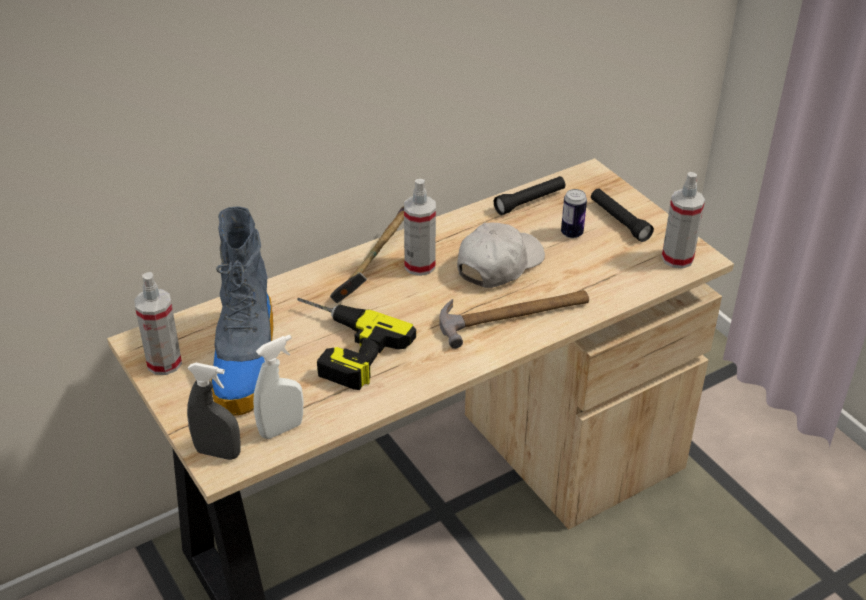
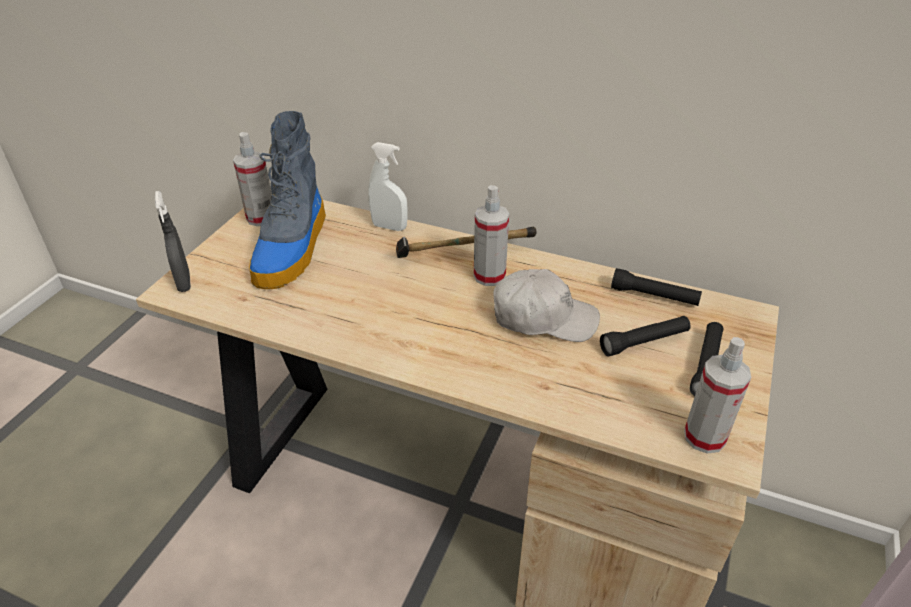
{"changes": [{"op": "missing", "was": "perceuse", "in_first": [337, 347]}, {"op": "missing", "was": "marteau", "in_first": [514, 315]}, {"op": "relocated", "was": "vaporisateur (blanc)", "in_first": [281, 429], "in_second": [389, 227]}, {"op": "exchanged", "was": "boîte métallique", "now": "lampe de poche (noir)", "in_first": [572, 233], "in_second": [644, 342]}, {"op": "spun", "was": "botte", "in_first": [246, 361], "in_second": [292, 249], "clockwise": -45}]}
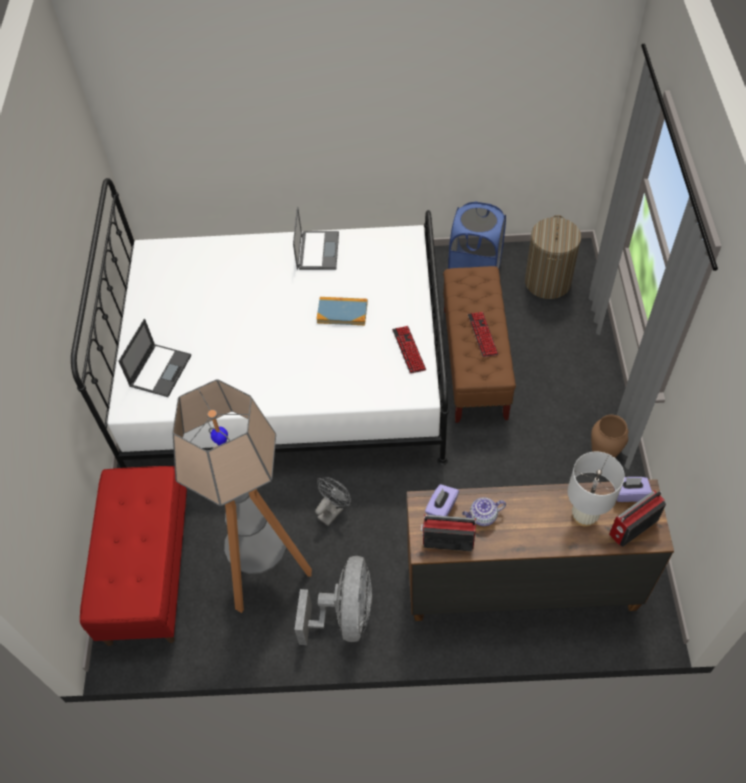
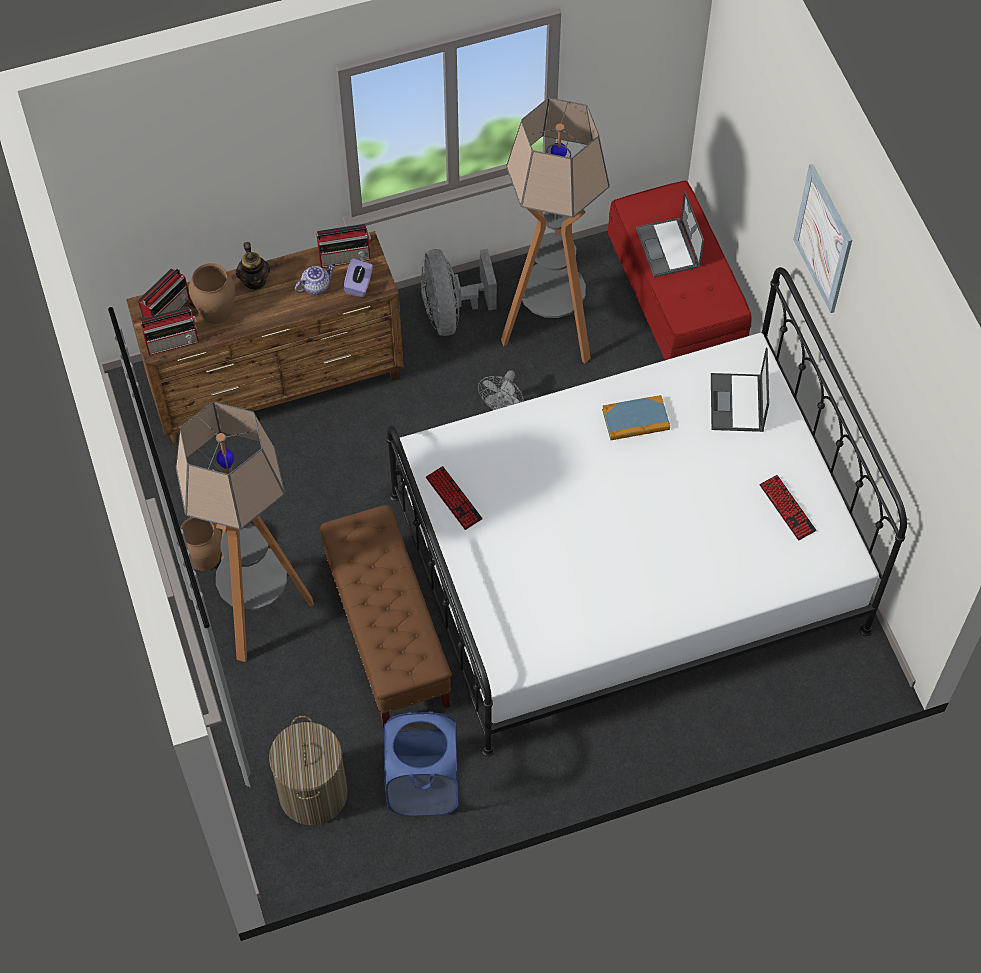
{"changes": [{"op": "appeared", "now": "lampadaire", "in_second": [259, 613]}, {"op": "appeared", "now": "théière", "in_second": [255, 280]}, {"op": "appeared", "now": "tableau", "in_second": [823, 239]}, {"op": "relocated", "was": "ordinateur portable", "in_first": [317, 250], "in_second": [668, 248]}, {"op": "relocated", "was": "livre", "in_first": [342, 312], "in_second": [635, 420]}, {"op": "relocated", "was": "clavier", "in_first": [482, 335], "in_second": [787, 508]}, {"op": "exchanged", "was": "lampe de table (blanc)", "now": "vase (marron)", "in_first": [584, 516], "in_second": [216, 310]}, {"op": "exchanged", "was": "boîte à mouchoirs (violet)", "now": "radio", "in_first": [629, 494], "in_second": [173, 342]}]}
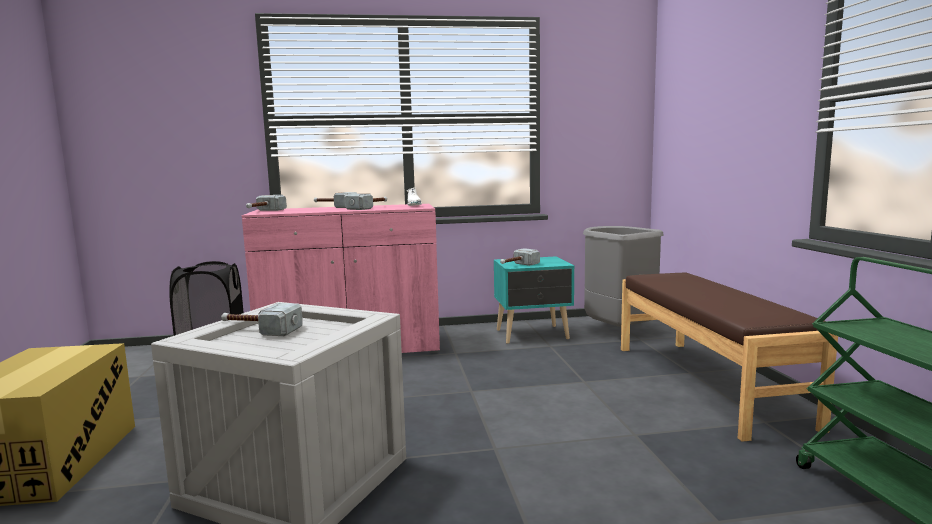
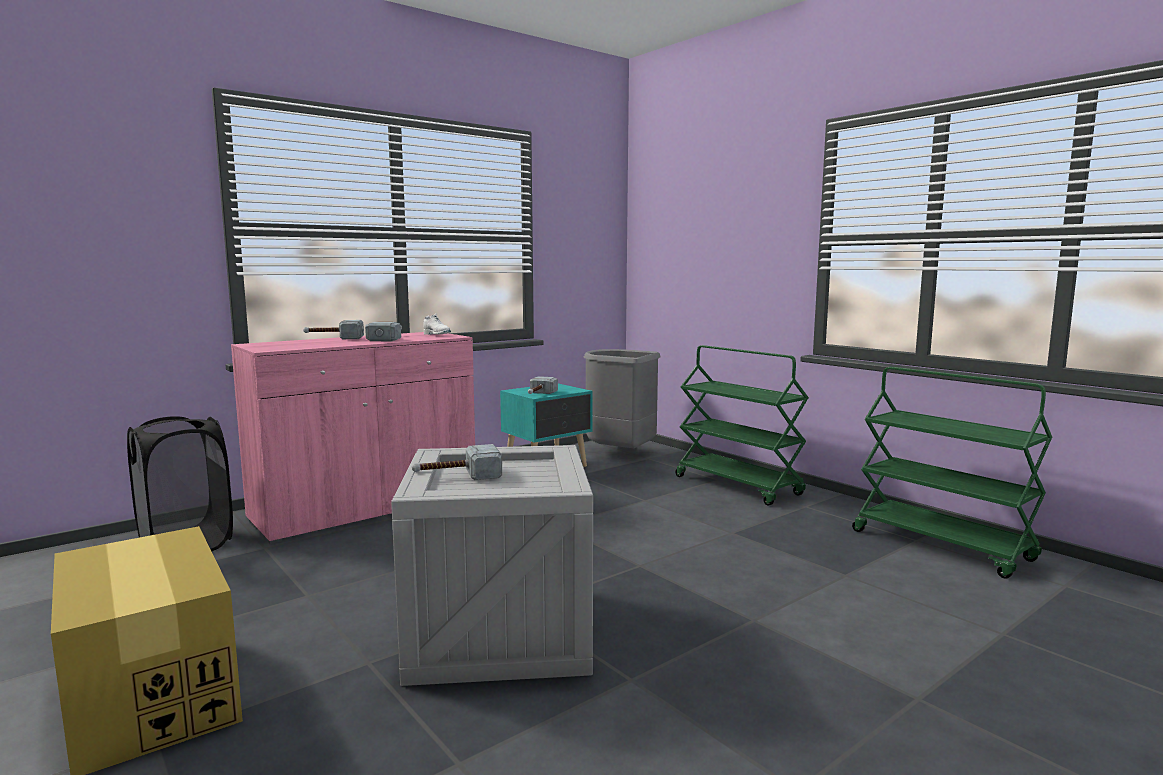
{"changes": [{"op": "missing", "was": "marteau", "in_first": [263, 211]}, {"op": "exchanged", "was": "banc (marron)", "now": "chariot (vert)", "in_first": [706, 383], "in_second": [738, 486]}]}
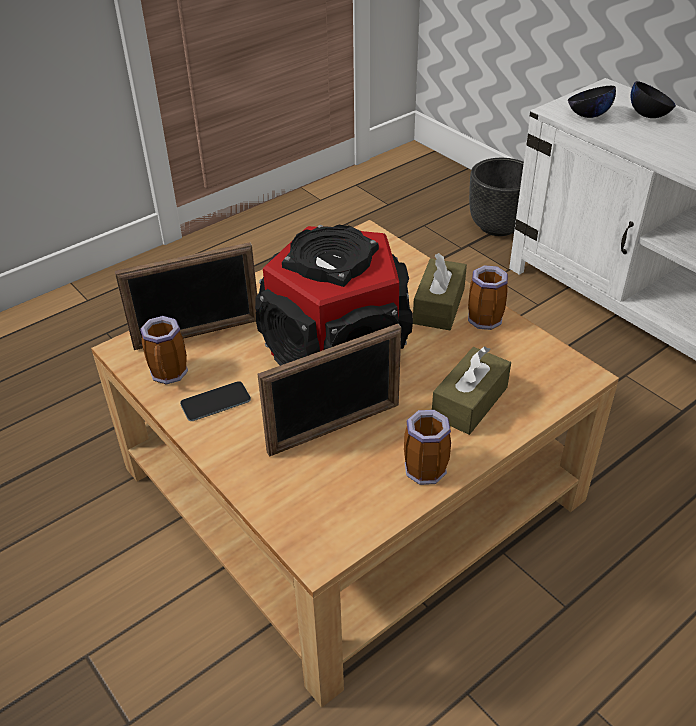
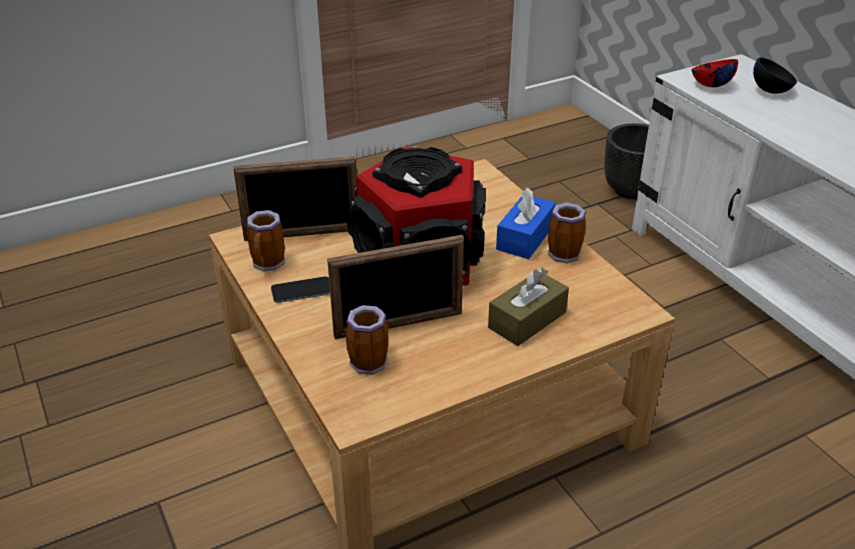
{"changes": [{"op": "relocated", "was": "mug", "in_first": [424, 466], "in_second": [369, 360]}, {"op": "colour", "was": "boîte à mouchoirs (marron)", "now": "boîte à mouchoirs (bleu)", "in_first": [439, 306], "in_second": [525, 237]}, {"op": "colour", "was": "bol (noir)", "now": "bol (rouge)", "in_first": [588, 115], "in_second": [711, 85]}]}
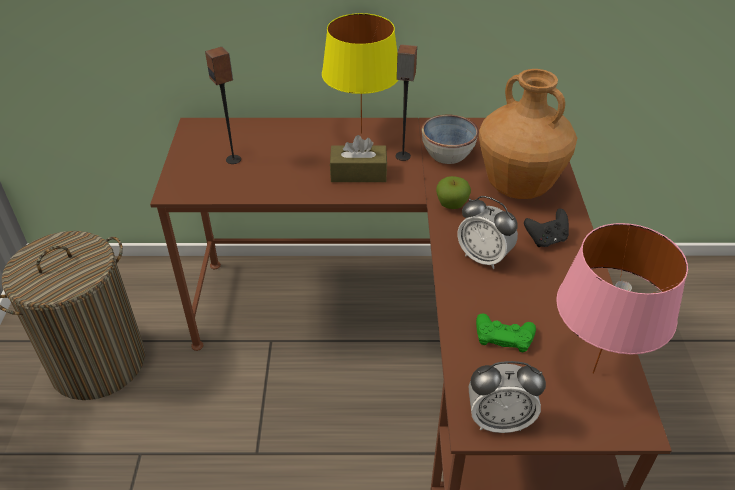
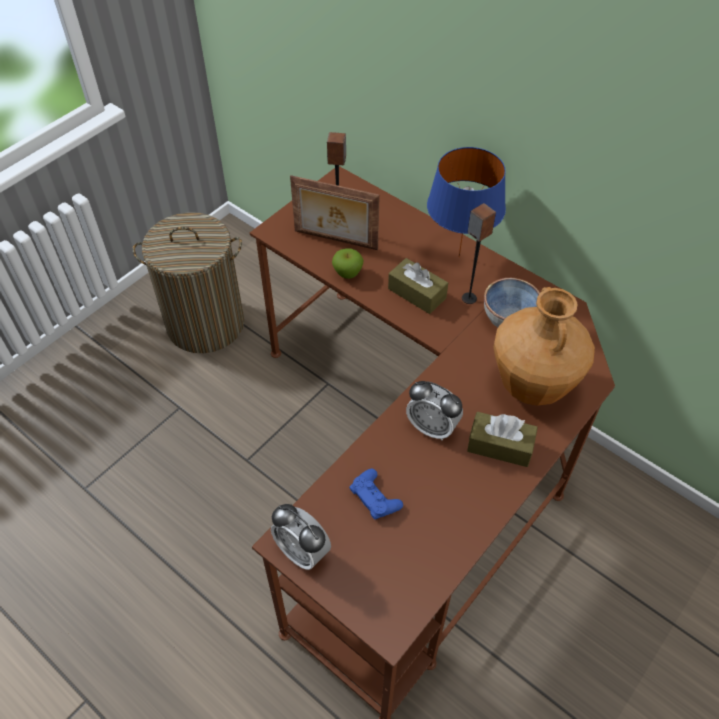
{"changes": [{"op": "missing", "was": "lampe de table (rose)", "in_first": [594, 372]}, {"op": "appeared", "now": "cadre photo", "in_second": [335, 241]}, {"op": "relocated", "was": "pomme", "in_first": [451, 205], "in_second": [348, 273]}, {"op": "exchanged", "was": "manette (noir)", "now": "boîte à mouchoirs (marron)", "in_first": [546, 239], "in_second": [500, 446]}, {"op": "colour", "was": "lampe de table (jaune)", "now": "lampe de table (bleu)", "in_first": [360, 133], "in_second": [458, 257]}, {"op": "colour", "was": "manette (vert)", "now": "manette (bleu)", "in_first": [504, 336], "in_second": [375, 497]}, {"op": "spun", "was": "réveil", "in_first": [483, 257], "in_second": [432, 427], "clockwise": -45}]}
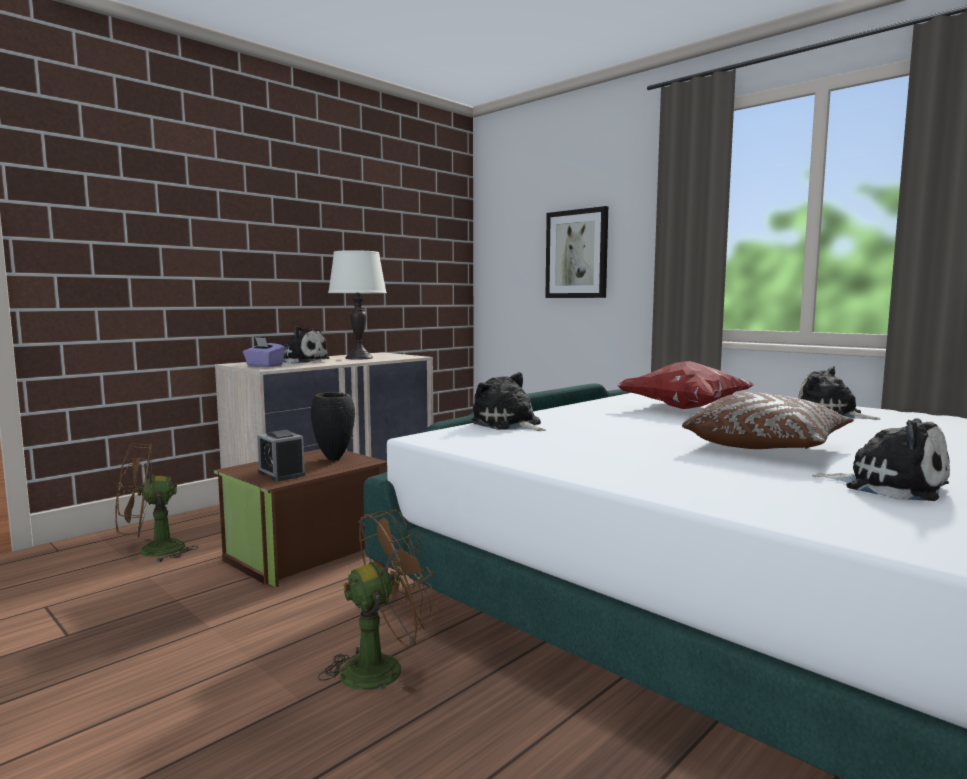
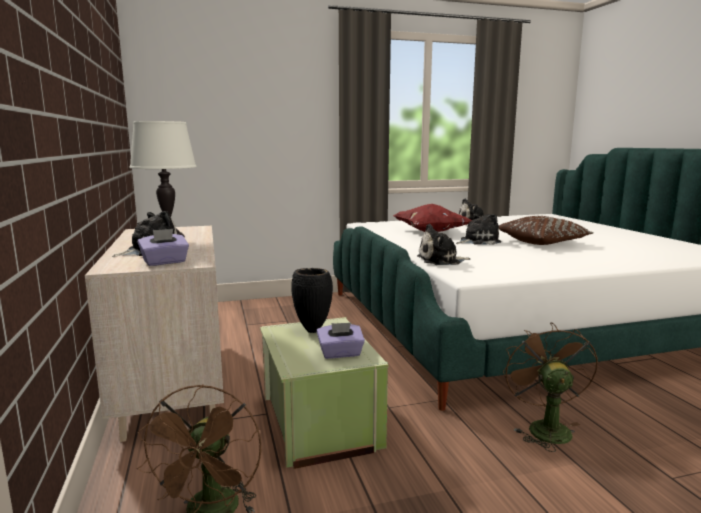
{"changes": [{"op": "missing", "was": "tableau", "in_first": [577, 254]}, {"op": "relocated", "was": "peluche", "in_first": [888, 486], "in_second": [477, 241]}, {"op": "exchanged", "was": "réveil", "now": "boîte à mouchoirs (violet)", "in_first": [281, 474], "in_second": [340, 354]}, {"op": "colour", "was": "boîte de rangement (marron)", "now": "boîte de rangement (vert)", "in_first": [306, 551], "in_second": [318, 422]}]}
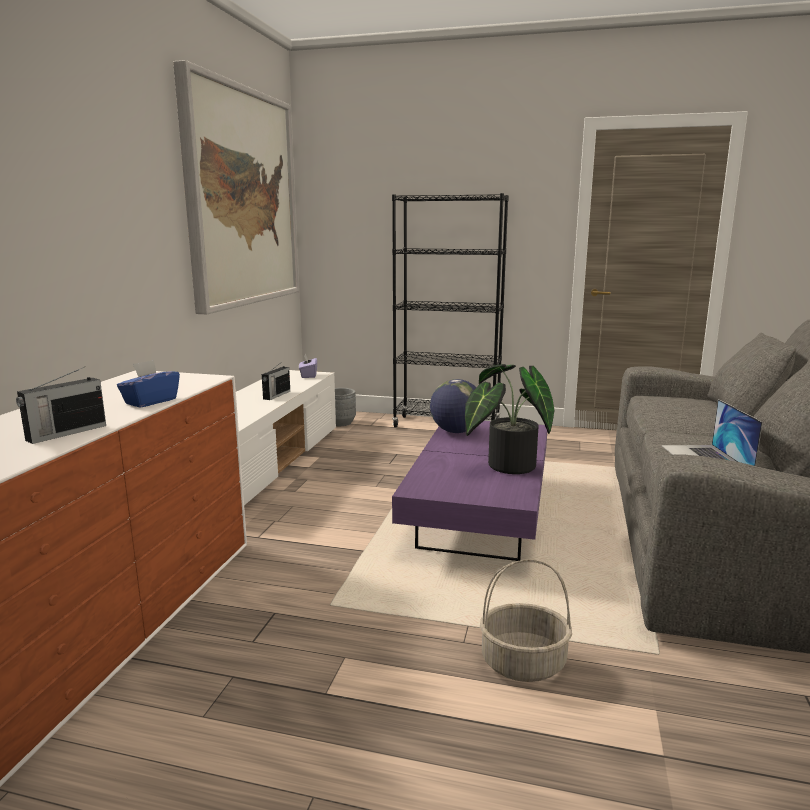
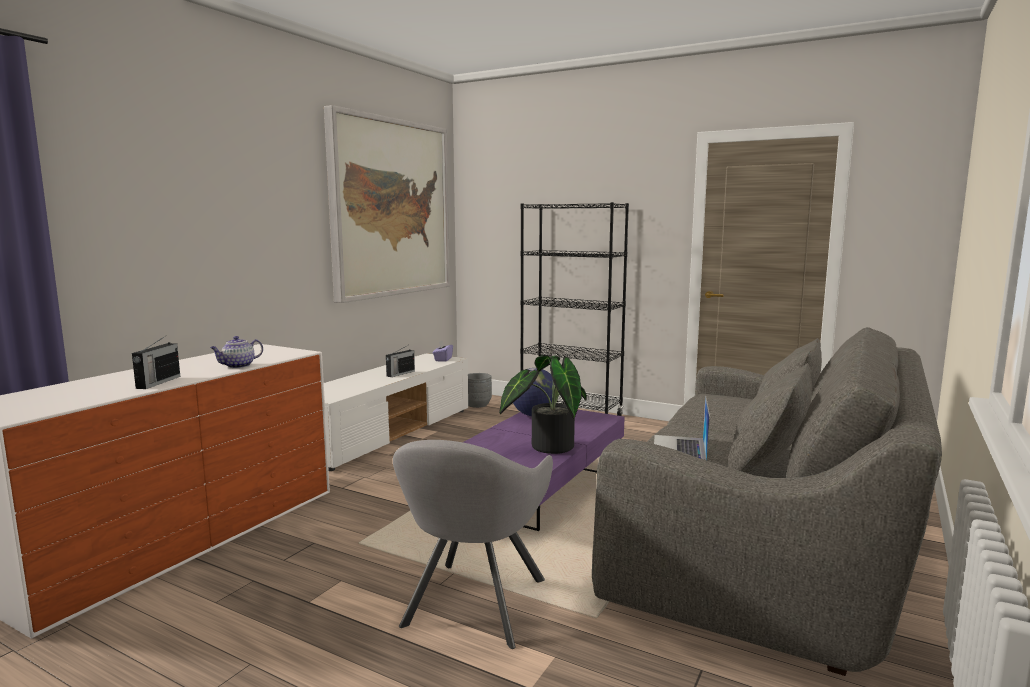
{"changes": [{"op": "exchanged", "was": "boîte à mouchoirs (bleu)", "now": "théière", "in_first": [150, 401], "in_second": [238, 366]}, {"op": "exchanged", "was": "panier", "now": "fauteuil (gris)", "in_first": [522, 664], "in_second": [473, 606]}, {"op": "spun", "was": "radio", "in_first": [65, 433], "in_second": [157, 382], "clockwise": -45}]}
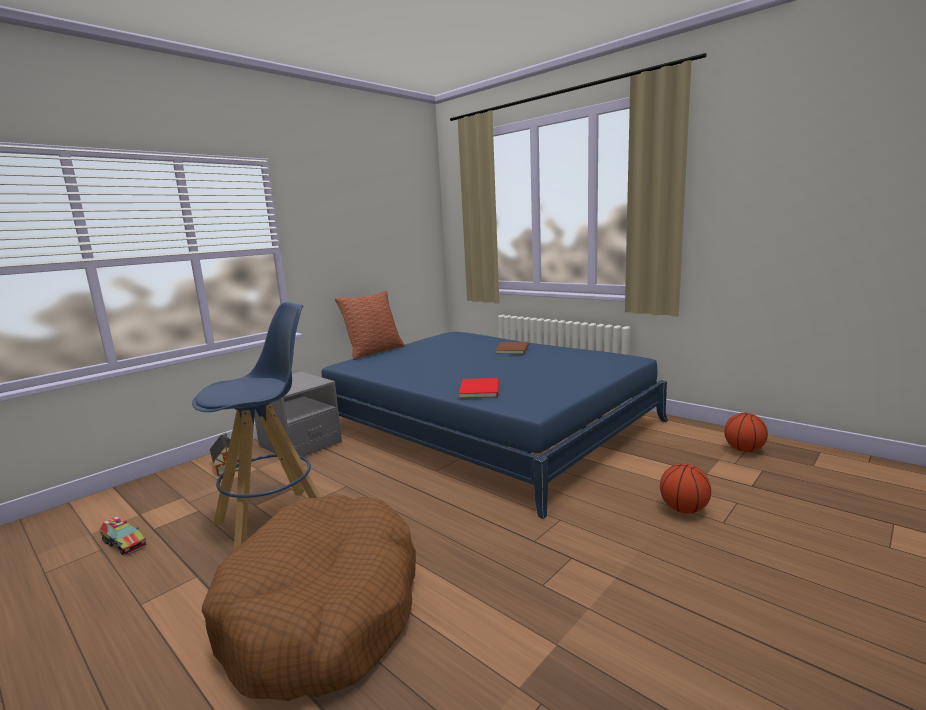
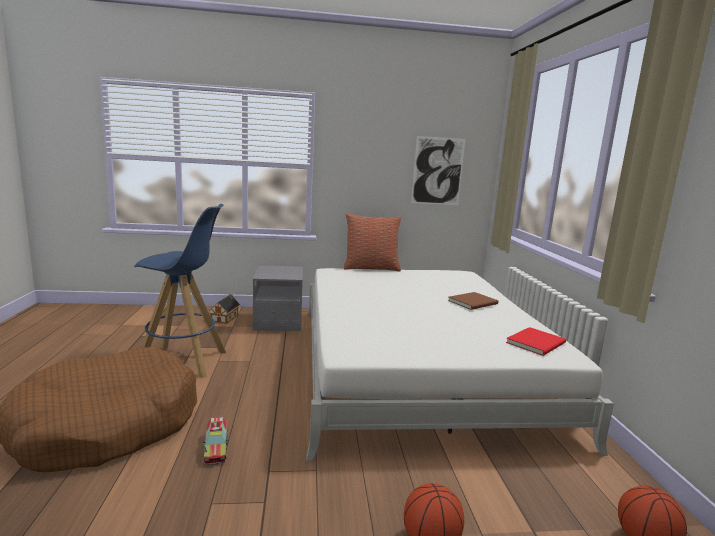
{"changes": [{"op": "appeared", "now": "tableau", "in_second": [437, 171]}, {"op": "relocated", "was": "camion jouet", "in_first": [124, 543], "in_second": [216, 448]}, {"op": "relocated", "was": "livre (rouge)", "in_first": [481, 389], "in_second": [537, 343]}, {"op": "colour", "was": "lit (bleu)", "now": "lit (blanc)", "in_first": [485, 424], "in_second": [416, 365]}]}
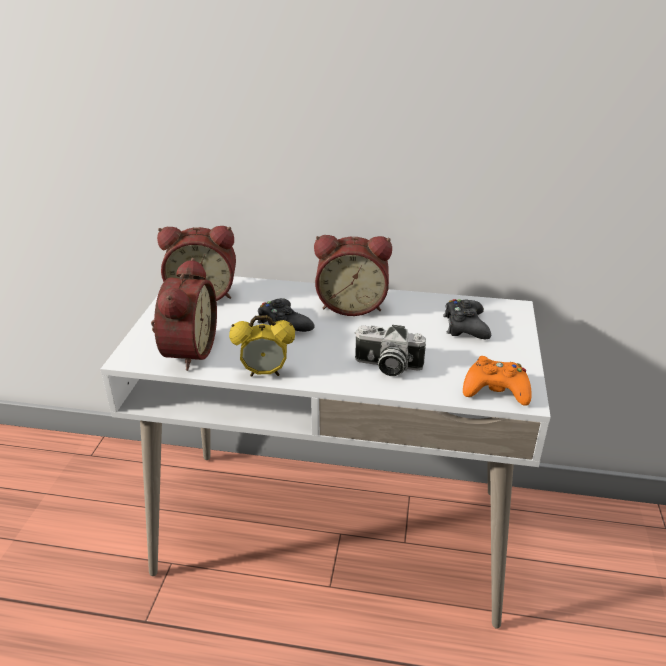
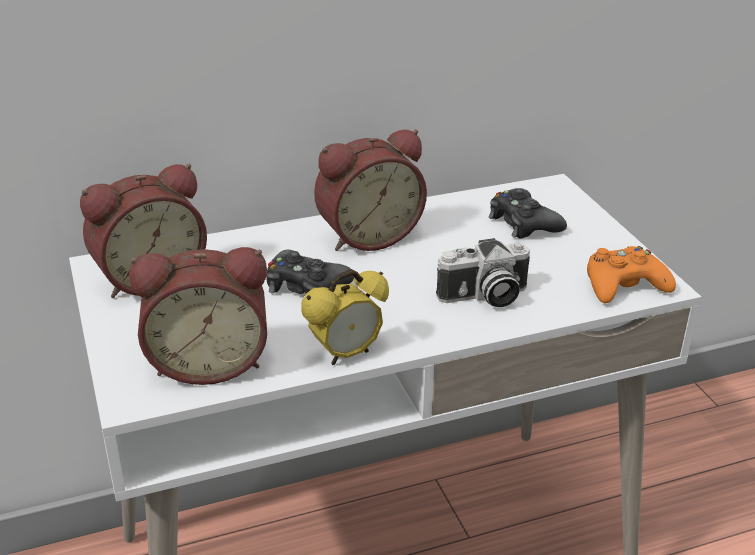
{"changes": [{"op": "spun", "was": "réveil", "in_first": [186, 351], "in_second": [208, 362], "clockwise": 105}]}
